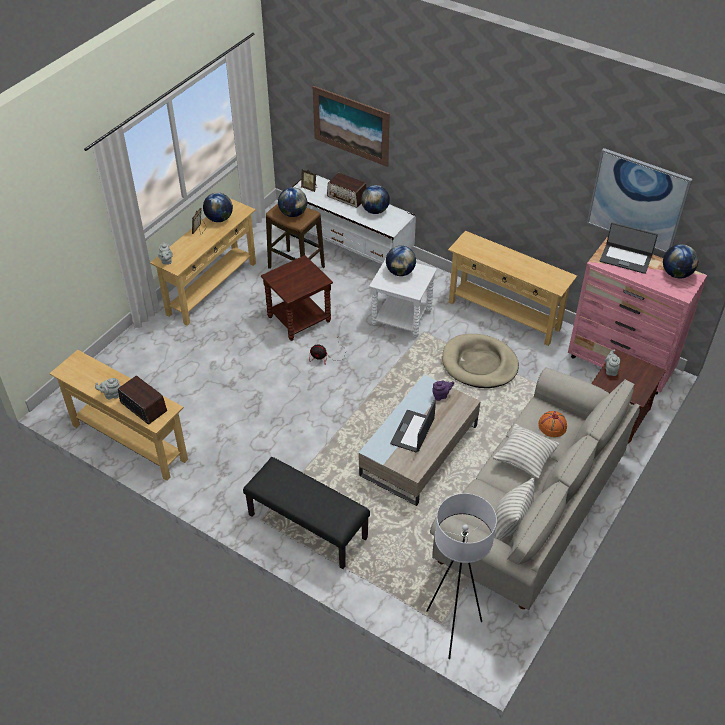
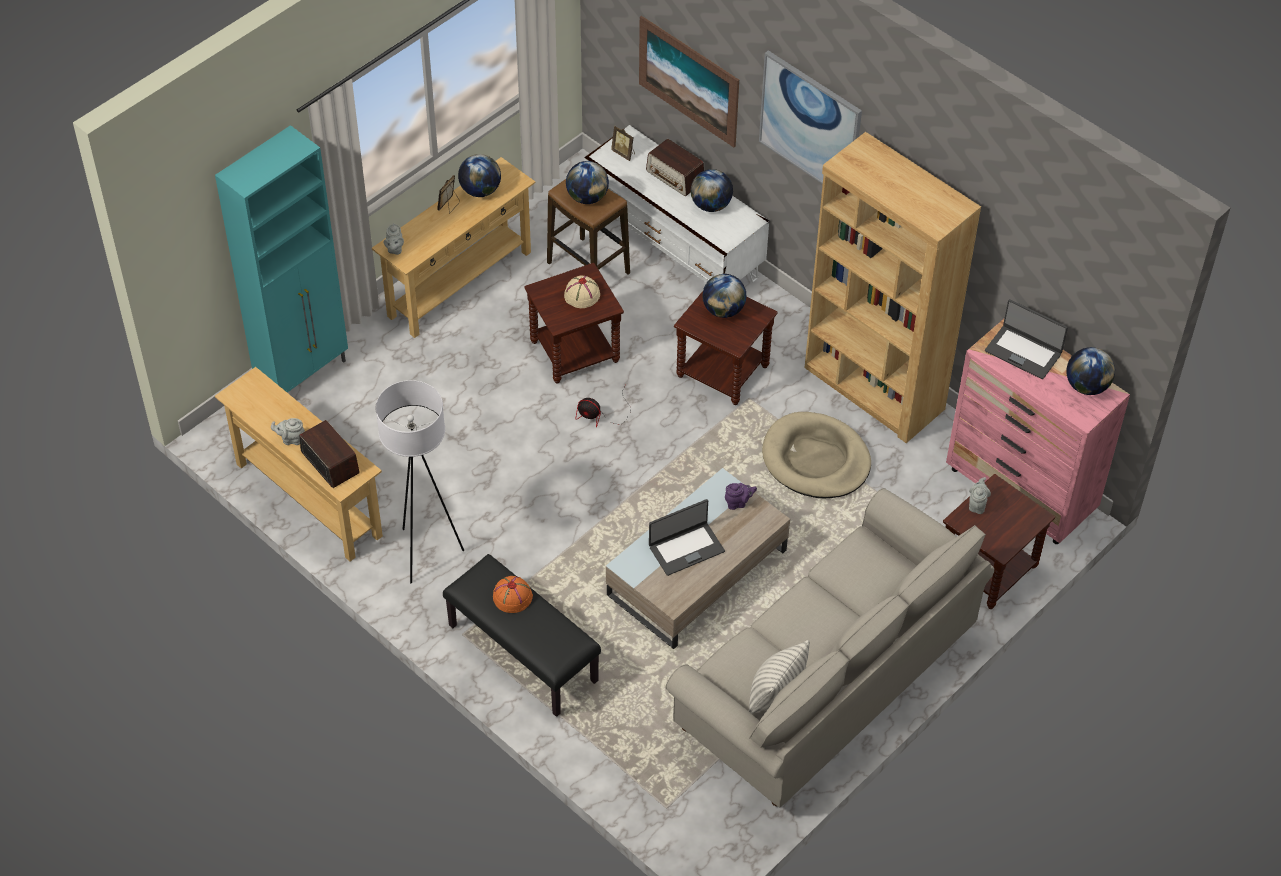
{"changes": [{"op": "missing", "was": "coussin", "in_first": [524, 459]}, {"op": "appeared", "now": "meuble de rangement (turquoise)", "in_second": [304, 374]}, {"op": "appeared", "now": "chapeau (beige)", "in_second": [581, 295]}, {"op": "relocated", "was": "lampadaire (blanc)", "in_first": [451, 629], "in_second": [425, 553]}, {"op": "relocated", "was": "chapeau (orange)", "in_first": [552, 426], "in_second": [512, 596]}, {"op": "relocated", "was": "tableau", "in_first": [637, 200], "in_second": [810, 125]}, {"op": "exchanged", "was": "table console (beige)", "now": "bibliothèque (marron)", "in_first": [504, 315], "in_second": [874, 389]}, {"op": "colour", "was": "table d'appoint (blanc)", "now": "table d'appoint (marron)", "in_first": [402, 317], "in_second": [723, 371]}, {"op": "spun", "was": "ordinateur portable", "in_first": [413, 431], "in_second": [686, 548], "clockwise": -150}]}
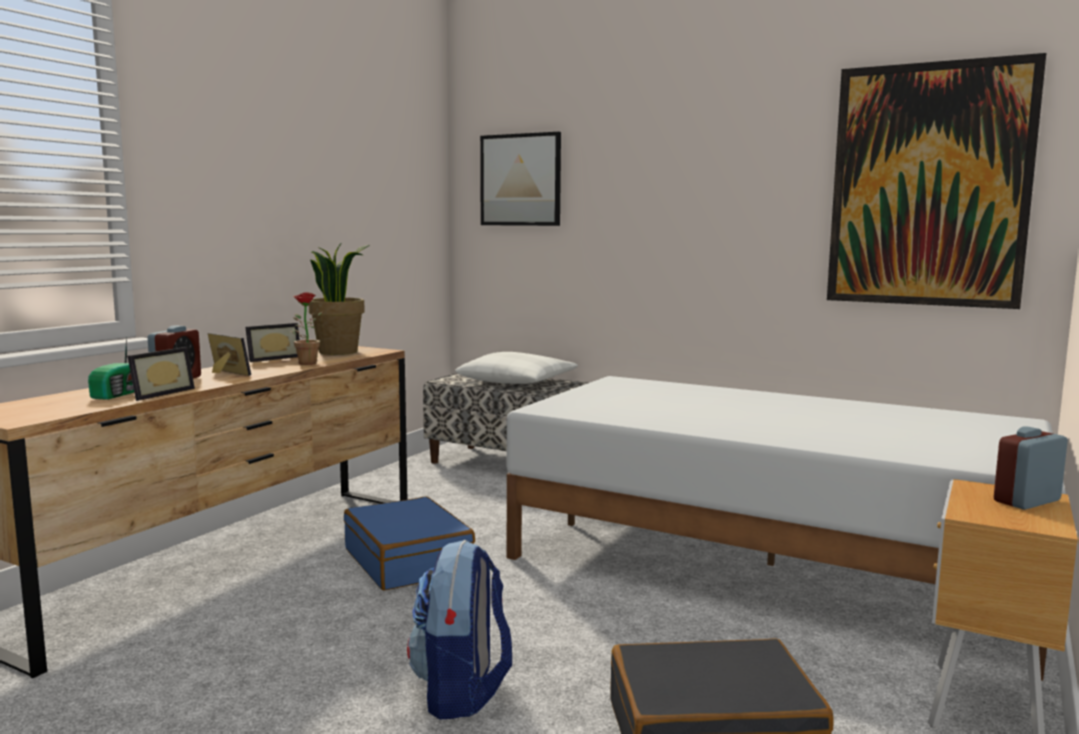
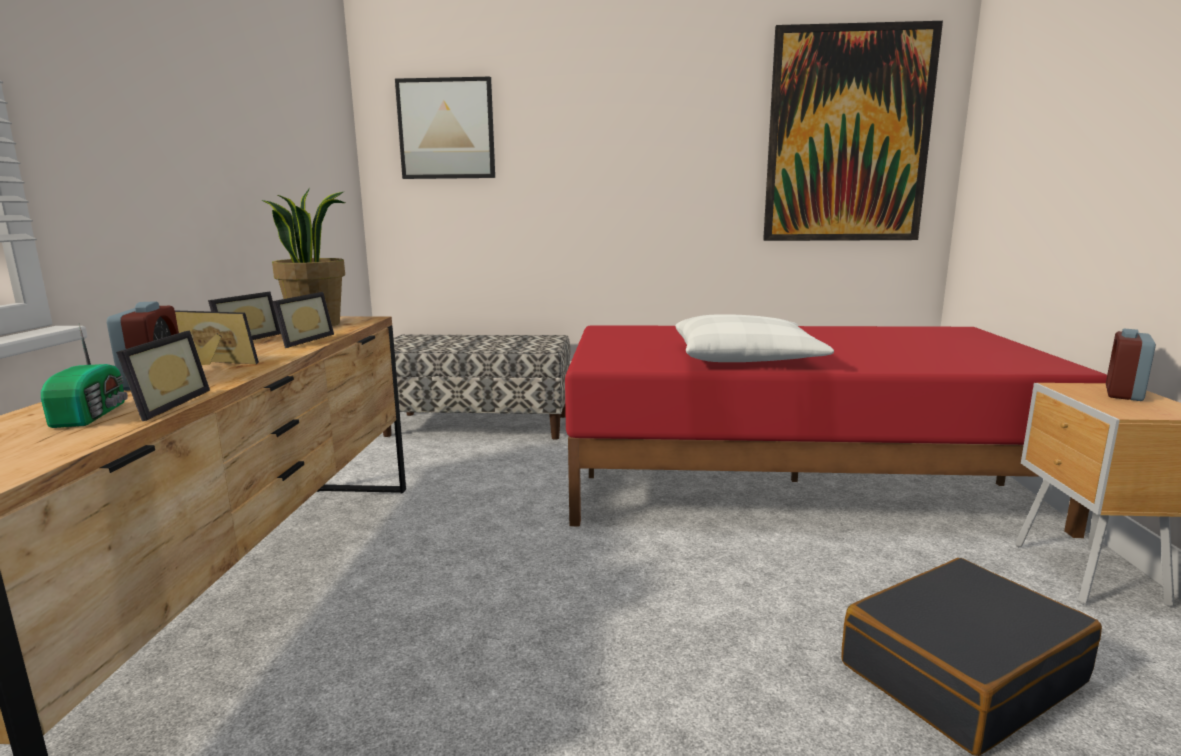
{"changes": [{"op": "missing", "was": "valise (bleu)", "in_first": [408, 561]}, {"op": "missing", "was": "sac à dos", "in_first": [462, 691]}, {"op": "relocated", "was": "coussin (blanc)", "in_first": [517, 382], "in_second": [745, 358]}, {"op": "exchanged", "was": "plante en pot", "now": "cadre photo", "in_first": [305, 363], "in_second": [301, 340]}, {"op": "colour", "was": "lit (blanc)", "now": "lit (rouge)", "in_first": [768, 565], "in_second": [793, 481]}]}
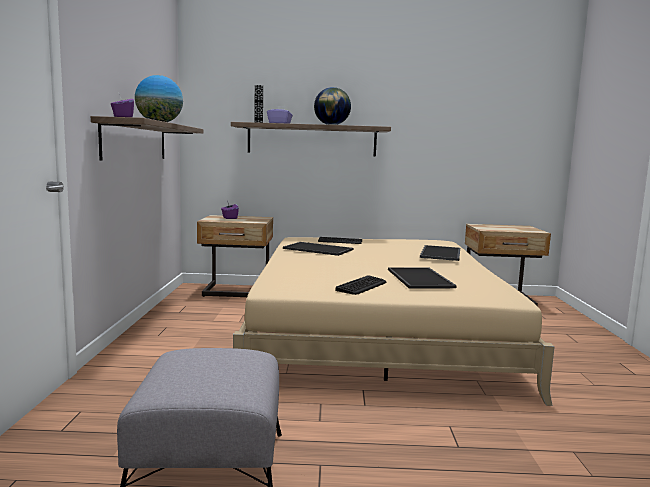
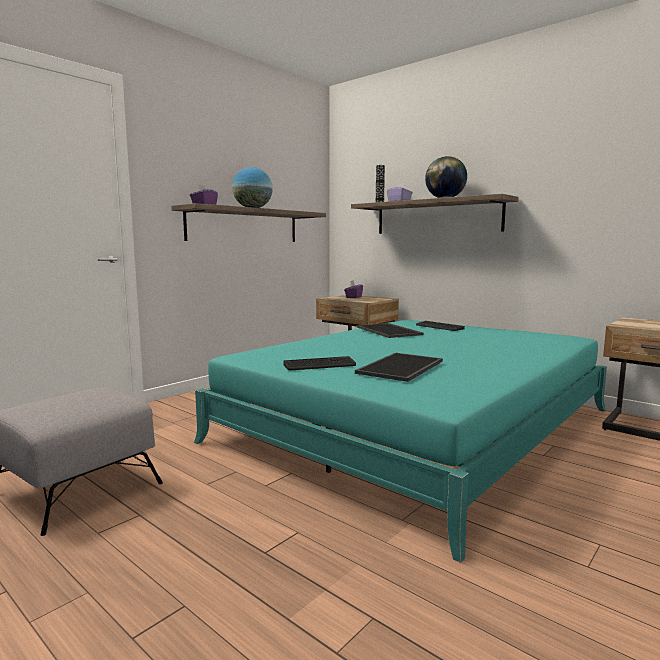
{"changes": [{"op": "missing", "was": "plateau", "in_first": [441, 253]}, {"op": "colour", "was": "lit (beige)", "now": "lit (turquoise)", "in_first": [374, 329], "in_second": [417, 425]}]}
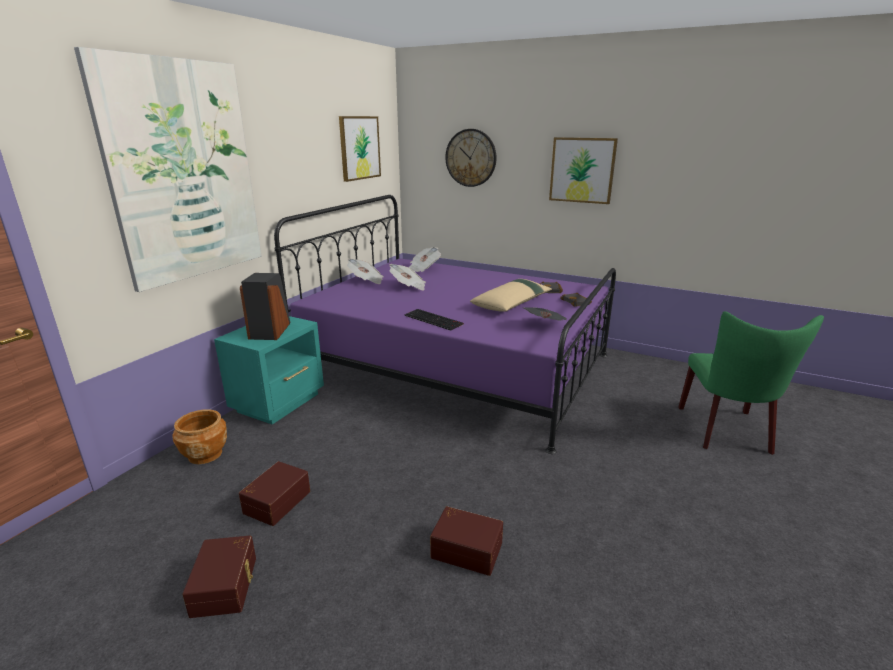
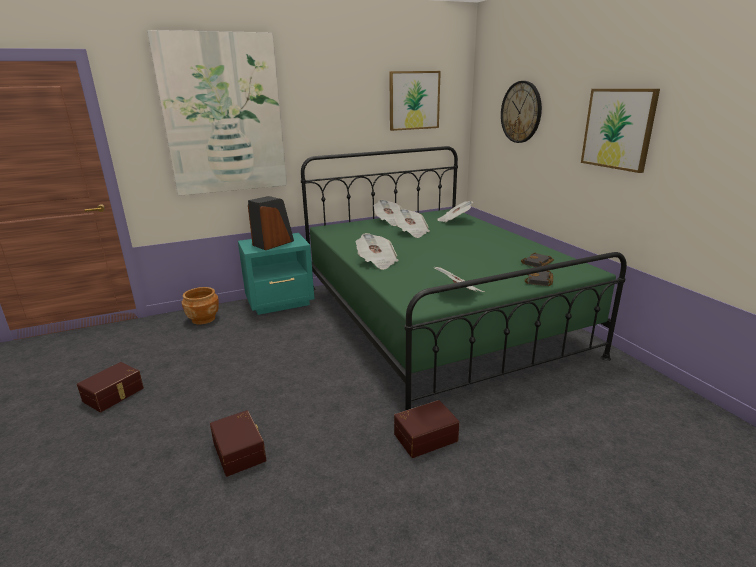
{"changes": [{"op": "missing", "was": "coussin (beige)", "in_first": [512, 303]}, {"op": "missing", "was": "chaise (vert)", "in_first": [727, 432]}, {"op": "relocated", "was": "boîte de rangement (marron)", "in_first": [276, 501], "in_second": [425, 436]}, {"op": "exchanged", "was": "clavier", "now": "journal", "in_first": [434, 320], "in_second": [377, 262]}, {"op": "colour", "was": "lit (violet)", "now": "lit (vert)", "in_first": [456, 366], "in_second": [436, 318]}]}
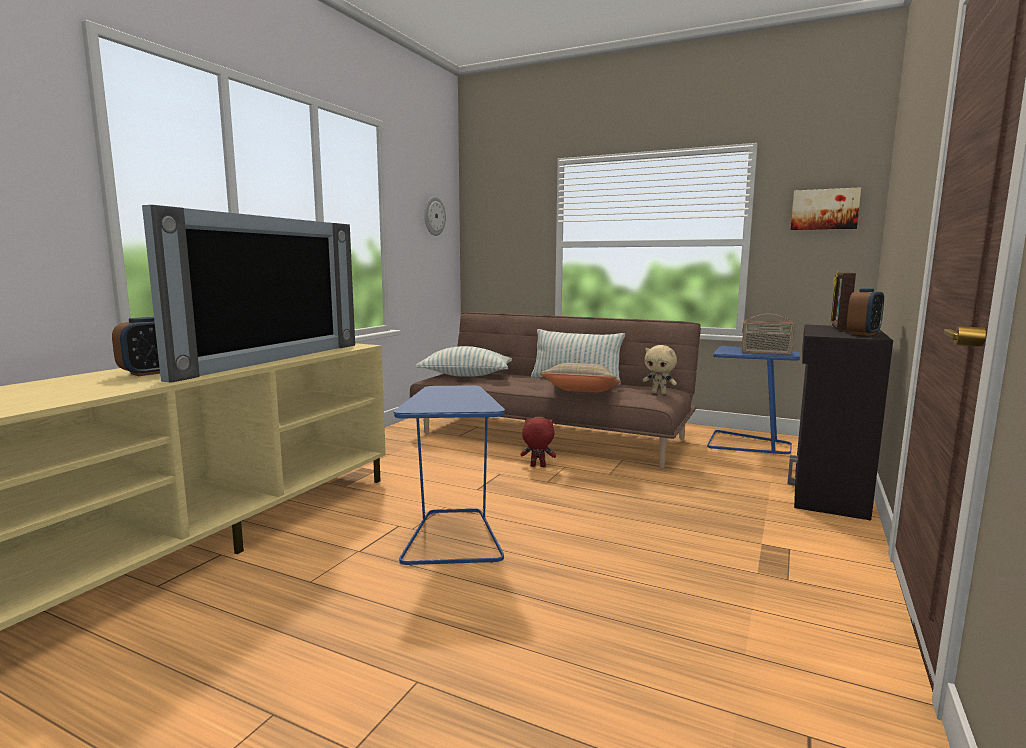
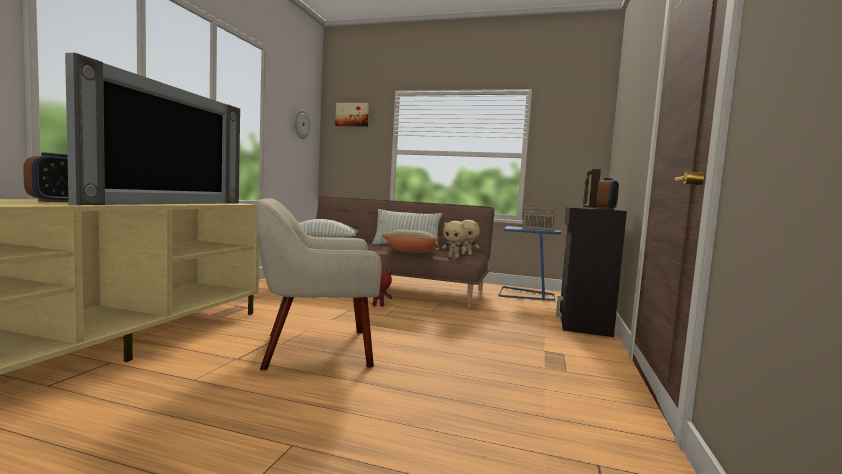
{"changes": [{"op": "appeared", "now": "peluche (beige)", "in_second": [454, 257]}, {"op": "relocated", "was": "tableau", "in_first": [824, 209], "in_second": [352, 114]}, {"op": "exchanged", "was": "table d'appoint (bleu)", "now": "fauteuil (beige)", "in_first": [453, 537], "in_second": [315, 349]}]}
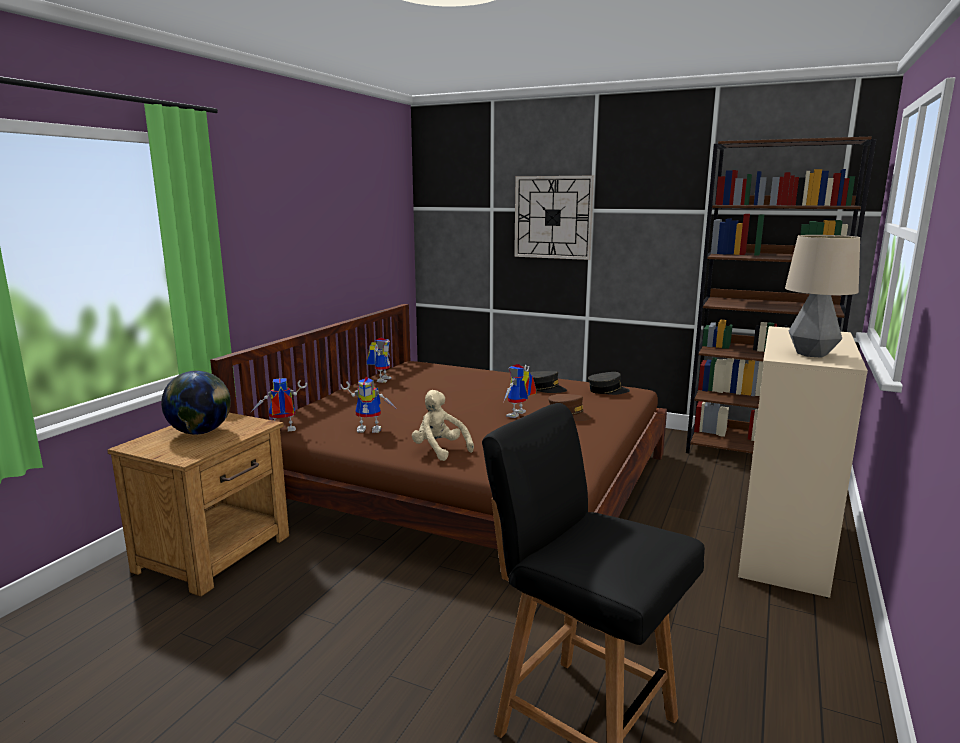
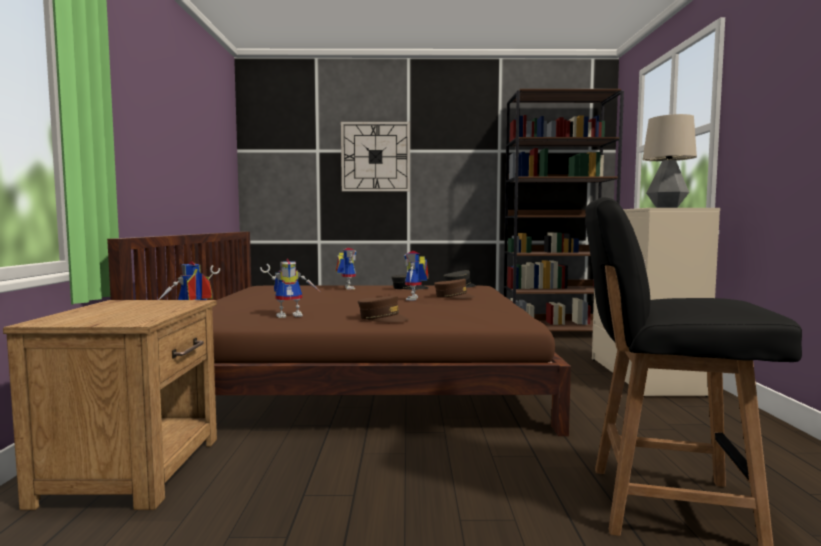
{"changes": [{"op": "missing", "was": "globe", "in_first": [200, 432]}, {"op": "relocated", "was": "robot jouet", "in_first": [381, 379], "in_second": [346, 288]}, {"op": "exchanged", "was": "peluche (beige)", "now": "casquette (marron)", "in_first": [439, 450], "in_second": [382, 318]}]}
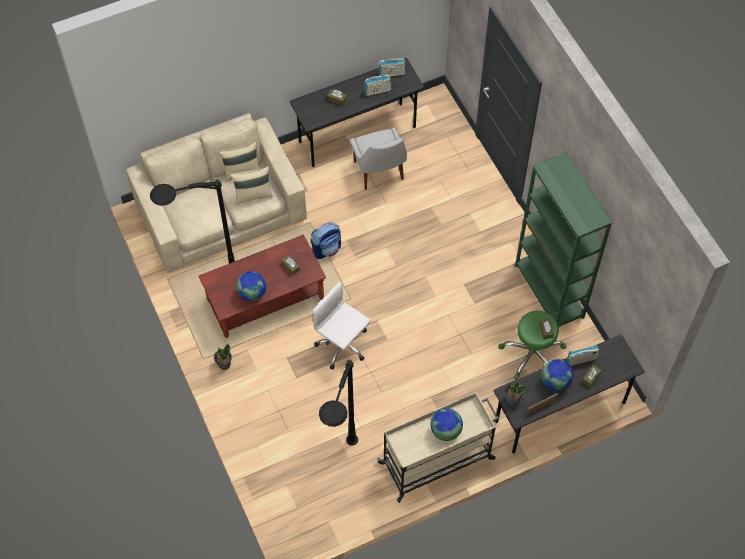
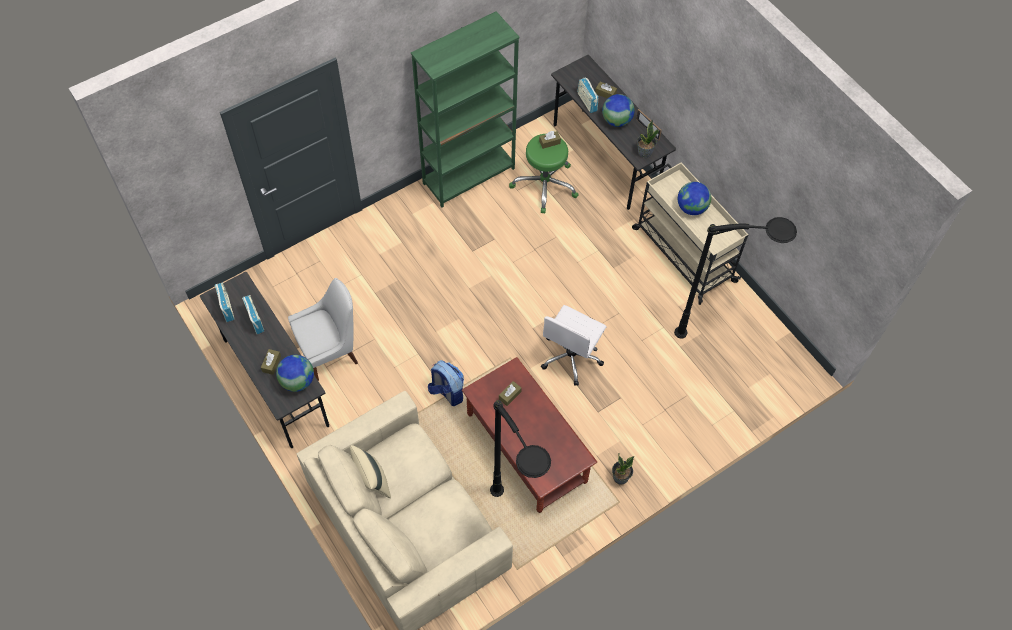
{"changes": [{"op": "missing", "was": "coussin (beige)", "in_first": [253, 195]}, {"op": "relocated", "was": "globe", "in_first": [252, 293], "in_second": [297, 381]}]}
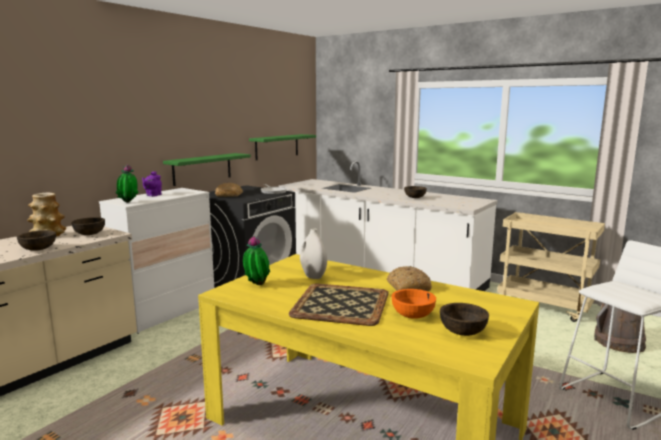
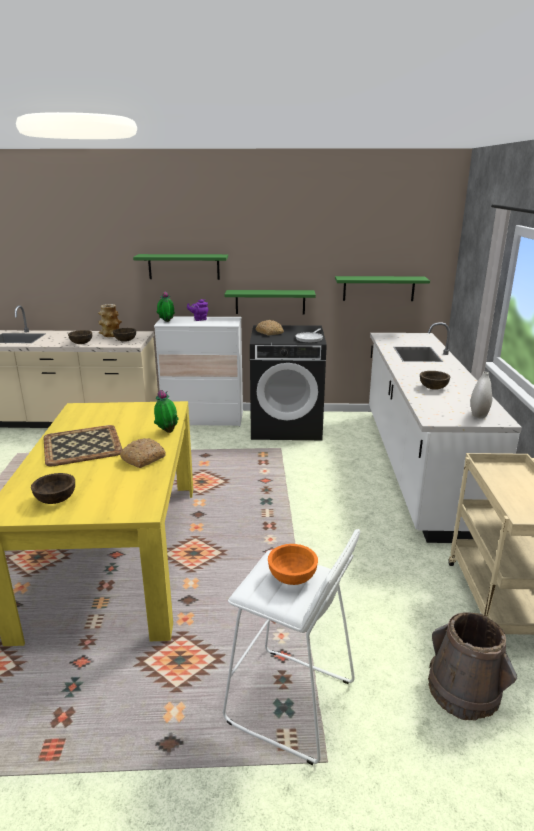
{"changes": [{"op": "appeared", "now": "étagère (vert)", "in_second": [184, 266]}, {"op": "relocated", "was": "plante en pot", "in_first": [256, 285], "in_second": [167, 431]}, {"op": "relocated", "was": "vase (blanc)", "in_first": [313, 275], "in_second": [479, 414]}, {"op": "relocated", "was": "bol (orange)", "in_first": [413, 315], "in_second": [292, 577]}]}
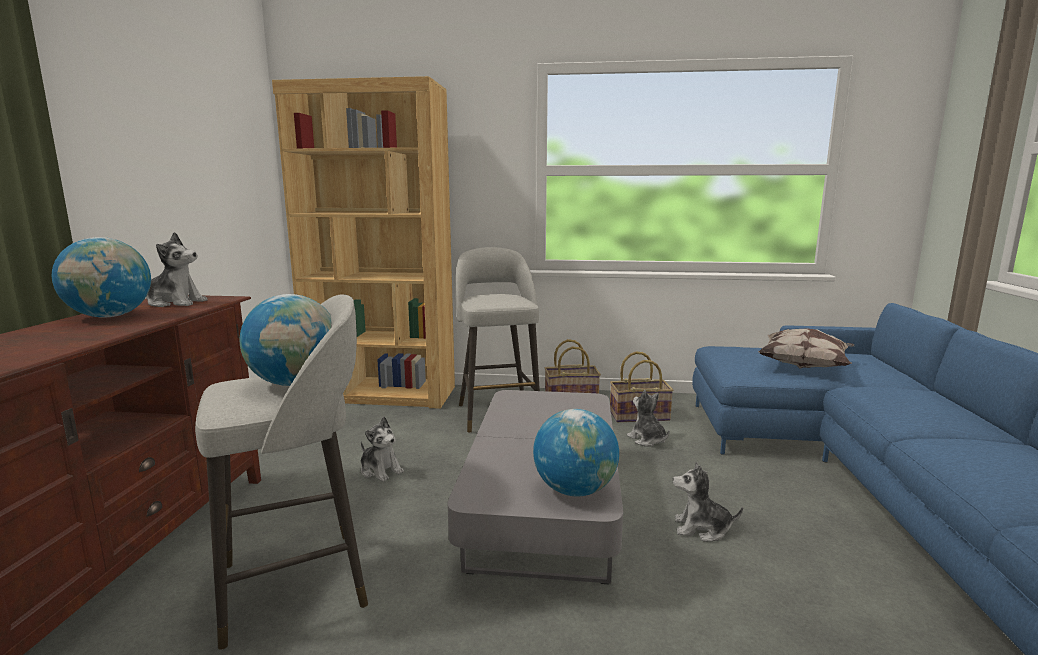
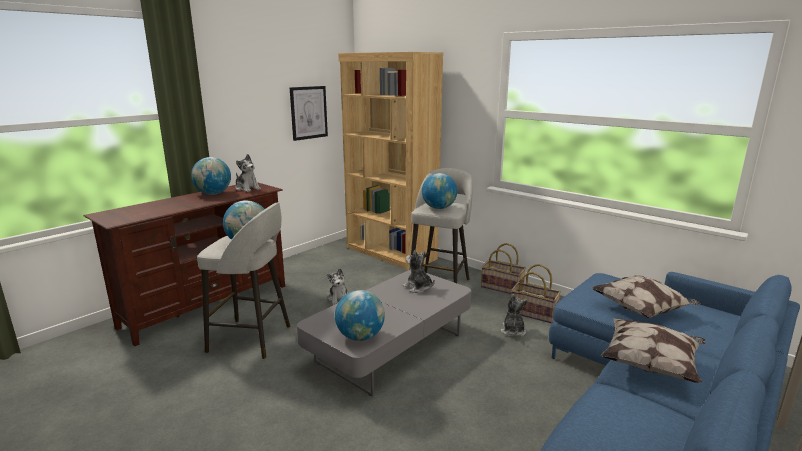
{"changes": [{"op": "appeared", "now": "tableau", "in_second": [308, 112]}, {"op": "appeared", "now": "globe", "in_second": [439, 208]}, {"op": "appeared", "now": "coussin", "in_second": [651, 364]}, {"op": "relocated", "was": "peluche", "in_first": [701, 529], "in_second": [418, 288]}]}
